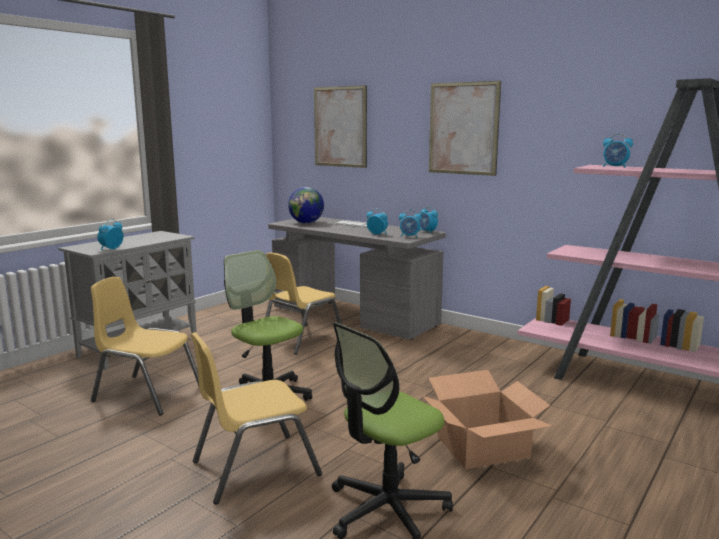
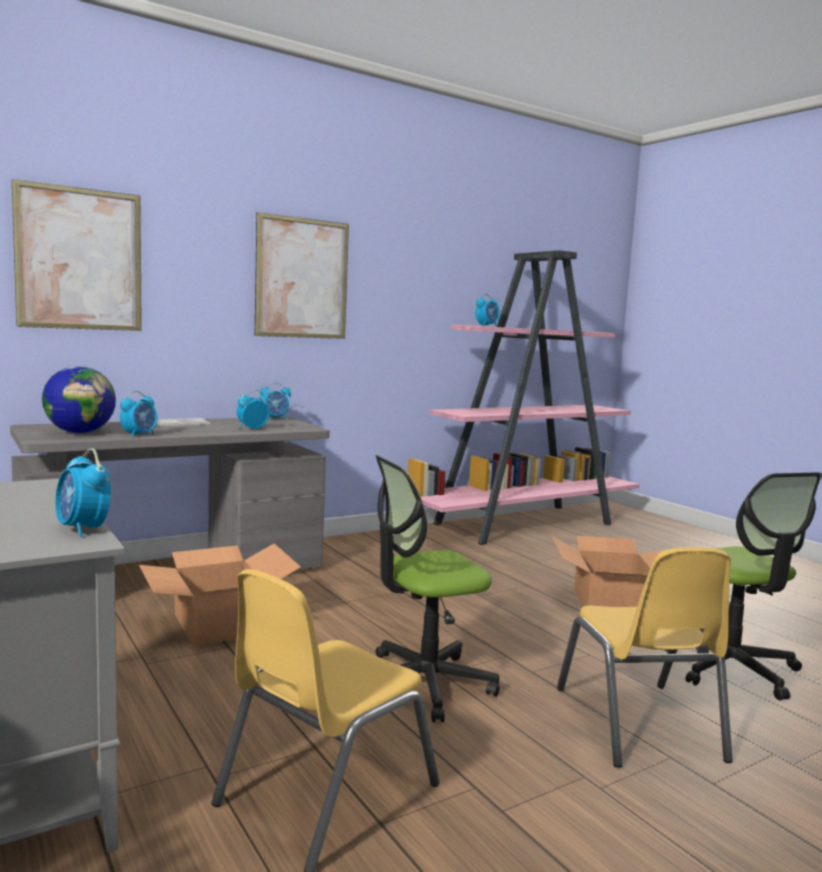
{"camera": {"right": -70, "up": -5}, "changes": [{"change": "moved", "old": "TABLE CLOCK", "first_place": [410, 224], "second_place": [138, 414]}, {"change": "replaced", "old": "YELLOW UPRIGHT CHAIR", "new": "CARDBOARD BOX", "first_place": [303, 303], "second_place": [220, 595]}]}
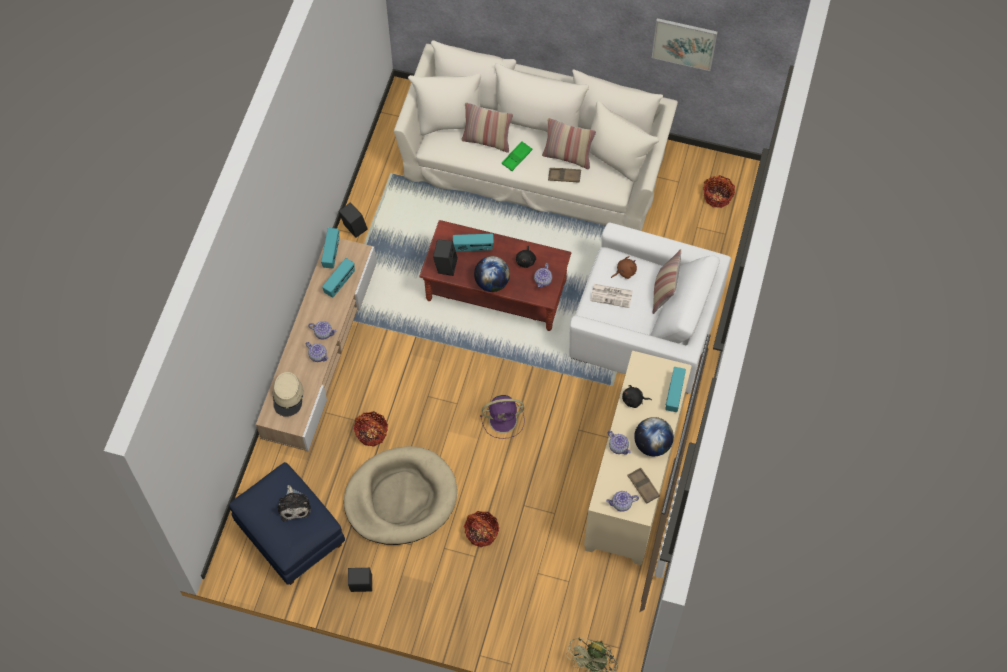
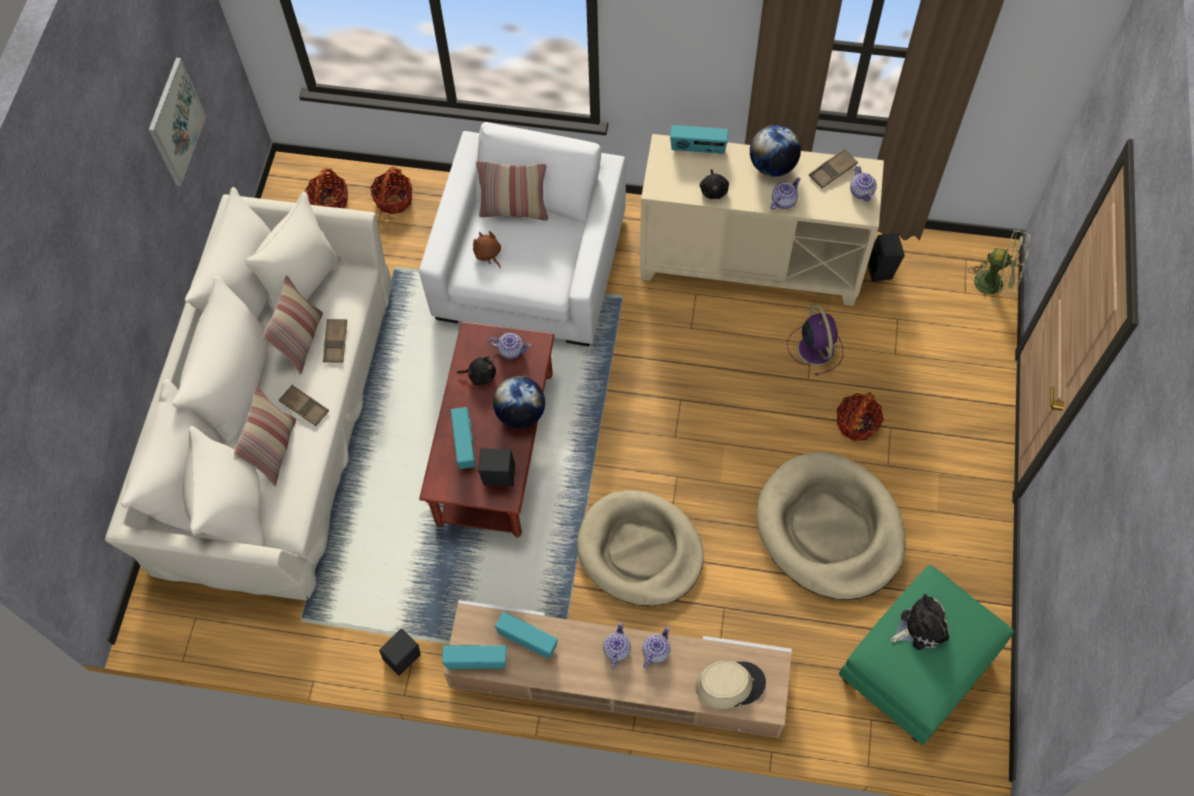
{"camera": {"right": -95, "up": 0}, "changes": [{"change": "removed", "old": "PRINTED PAPER", "first_place": [611, 296]}, {"change": "added", "new": "BEIGE-COLOURED DOG BED", "second_place": [640, 548]}, {"change": "moved", "old": "BLACK-COLOURED AUDIO SPEAKER", "first_place": [360, 580], "second_place": [886, 258]}, {"change": "moved", "old": "STORAGE BASKET", "first_place": [371, 429], "second_place": [391, 191]}, {"change": "moved", "old": "PURPLISH COOLING FAN", "first_place": [502, 417], "second_place": [815, 339]}, {"change": "recoloured", "old": "BLUE-COLOURED OTTOMAN", "new": "GREEN OTTOMAN", "first_place": [287, 523], "second_place": [926, 655]}, {"change": "recoloured", "old": "GREEN CARRYING TRAY", "new": "BROWN CARRYING TRAY", "first_place": [517, 156], "second_place": [304, 405]}]}
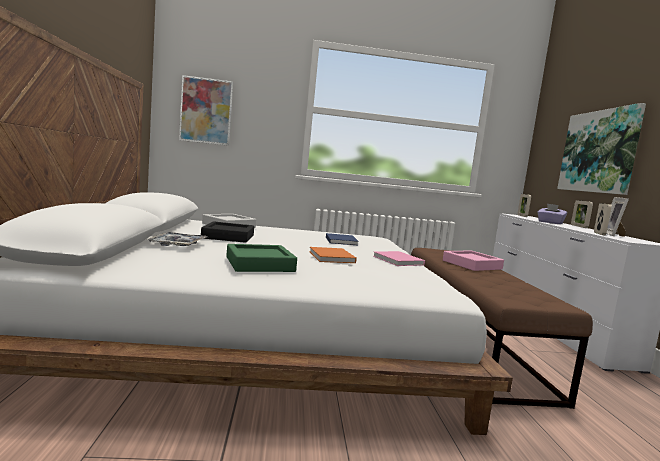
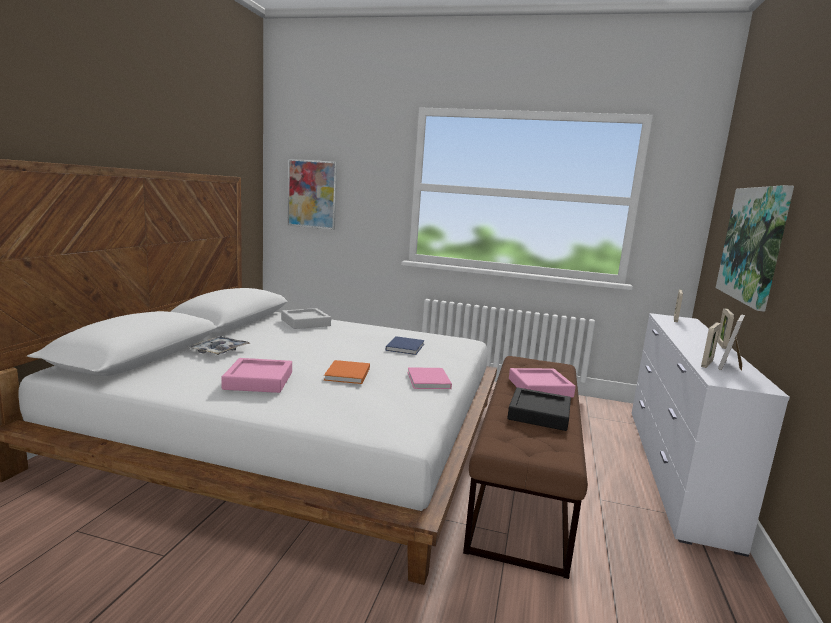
{"camera": {"right": 20, "up": 5}, "changes": [{"change": "removed", "old": "PURPLISH TISSUE HOLDER", "first_place": [552, 213]}, {"change": "moved", "old": "BLACK-COLOURED CARRYING TRAY", "first_place": [227, 232], "second_place": [539, 409]}, {"change": "recoloured", "old": "GREEN CARRYING TRAY", "new": "PINK-COLOURED CARRYING TRAY", "first_place": [261, 258], "second_place": [256, 375]}]}
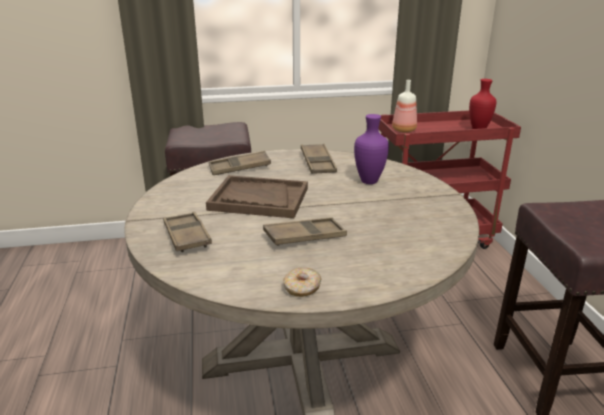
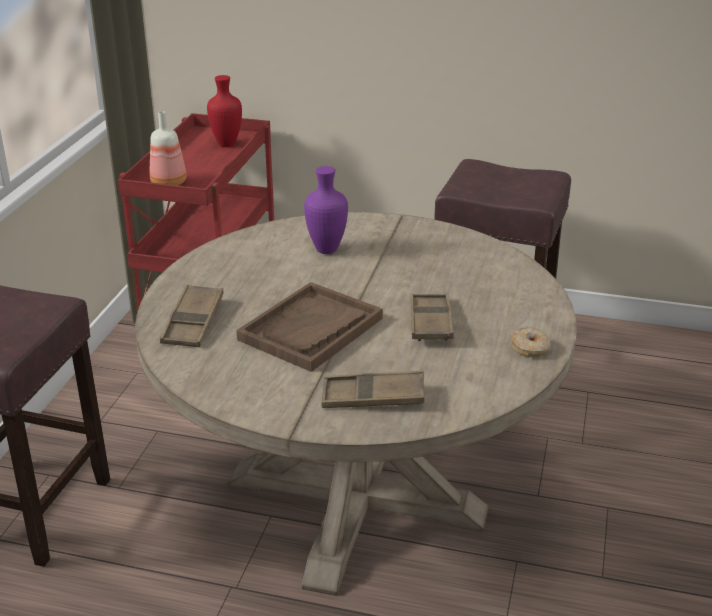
{"camera": {"right": -65, "up": 5}, "changes": [{"change": "removed", "old": "BROWN CARRYING TRAY", "first_place": [319, 159]}]}
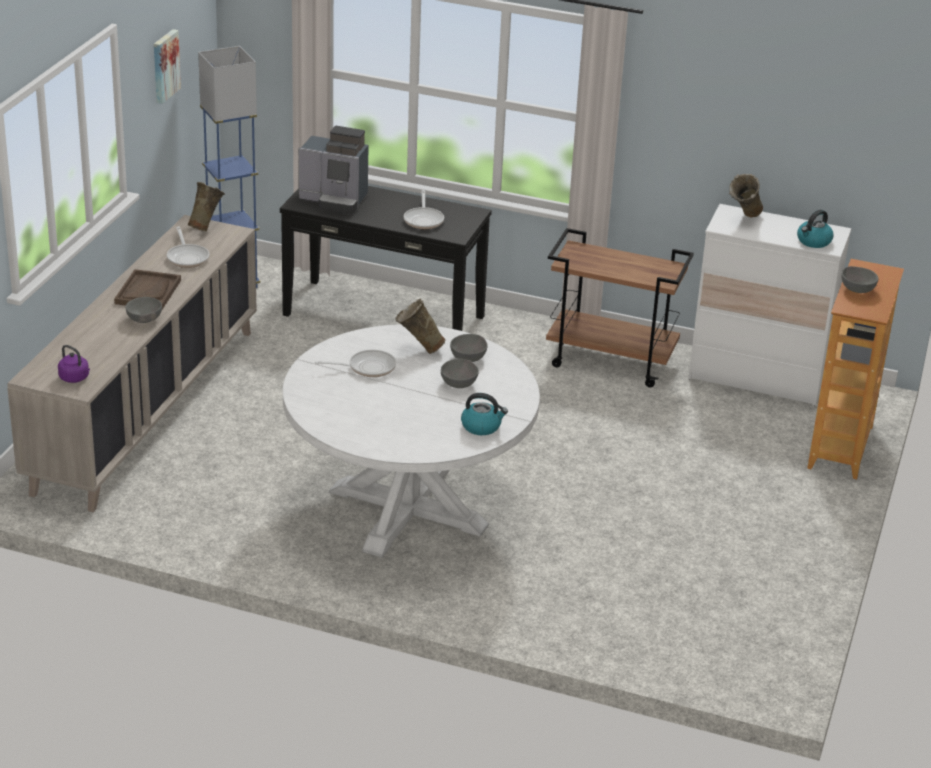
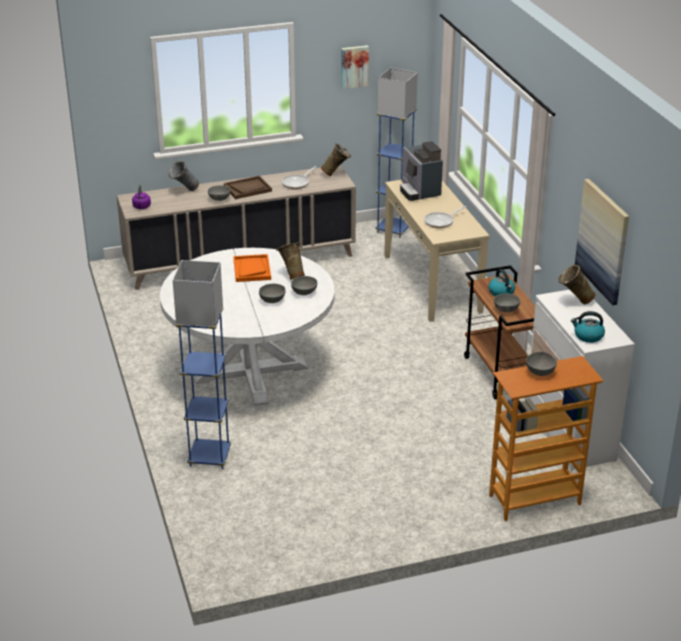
{"camera": {"right": 55, "up": 0}, "changes": [{"change": "added", "new": "GRAY VASE", "second_place": [184, 176]}, {"change": "added", "new": "BLUE-COLOURED FLOOR LAMP", "second_place": [202, 364]}, {"change": "added", "new": "GRAY BOWL", "second_place": [507, 302]}, {"change": "added", "new": "WALL PICTURE", "second_place": [602, 242]}, {"change": "moved", "old": "KETTLE", "first_place": [484, 414], "second_place": [501, 282]}, {"change": "replaced", "old": "PAN", "new": "ORANGE-COLOURED CARRYING TRAY", "first_place": [355, 363], "second_place": [252, 268]}, {"change": "recoloured", "old": "BLACK-COLOURED HALL TABLE", "new": "BEIGE-COLOURED HALL TABLE", "first_place": [386, 258], "second_place": [437, 251]}]}
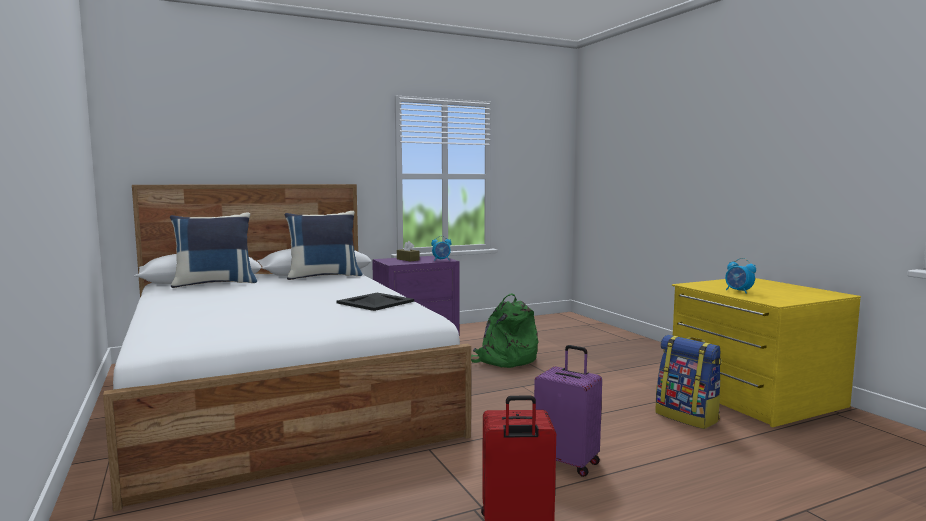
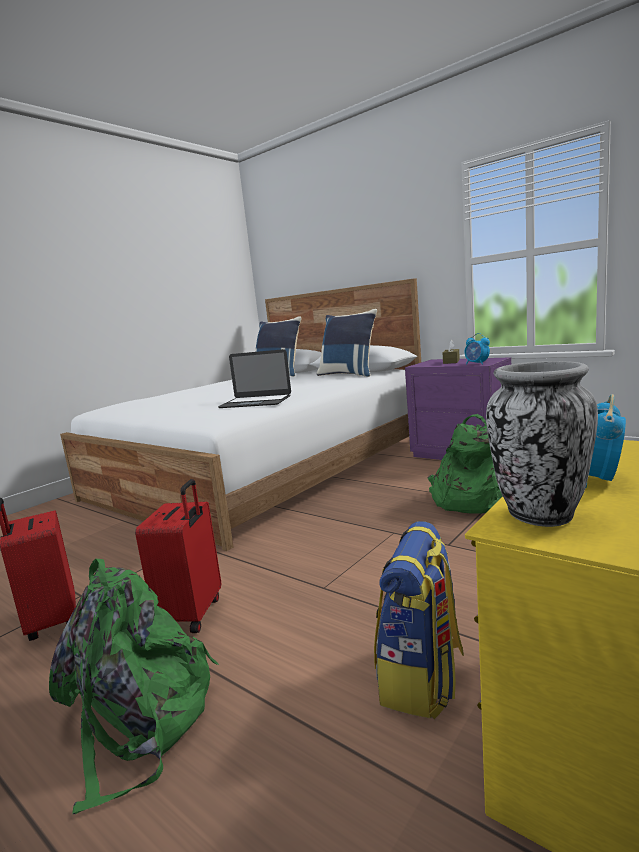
{"camera": {"right": 65, "up": 5}, "changes": [{"change": "added", "new": "GREEN KNAPSACK", "second_place": [134, 686]}, {"change": "added", "new": "VASE", "second_place": [542, 444]}, {"change": "replaced", "old": "BLACK-COLOURED CARRYING TRAY", "new": "PORTABLE COMPUTER", "first_place": [375, 302], "second_place": [254, 378]}, {"change": "recoloured", "old": "PURPLISH PIECE OF LUGGAGE", "new": "RED PIECE OF LUGGAGE", "first_place": [568, 411], "second_place": [178, 556]}]}
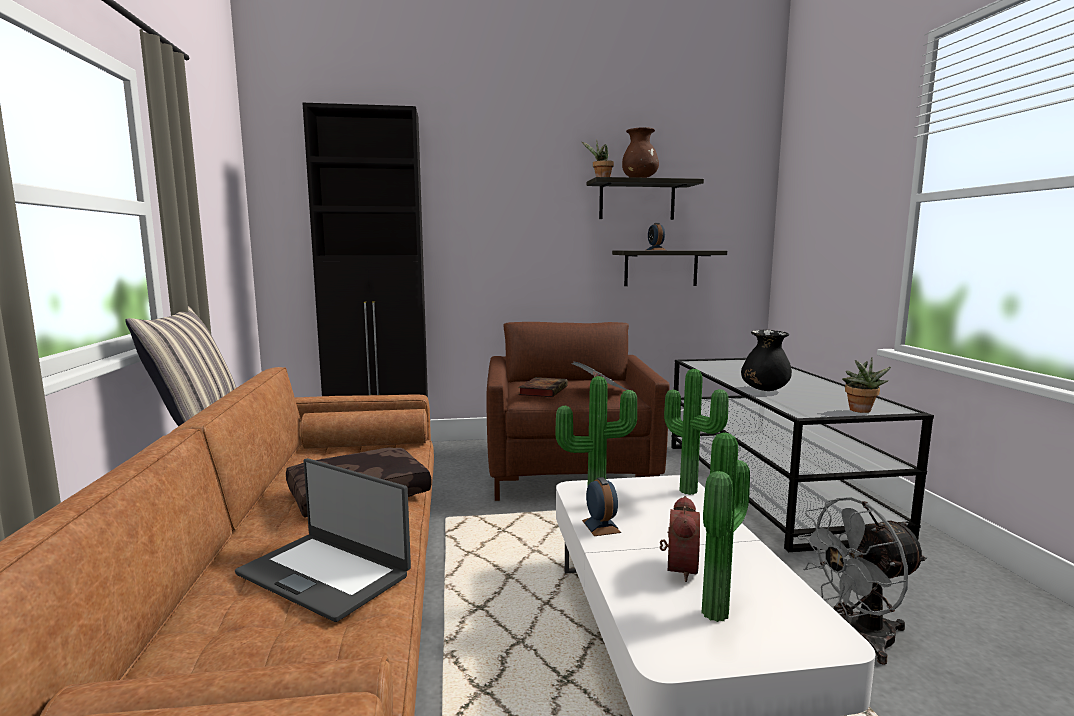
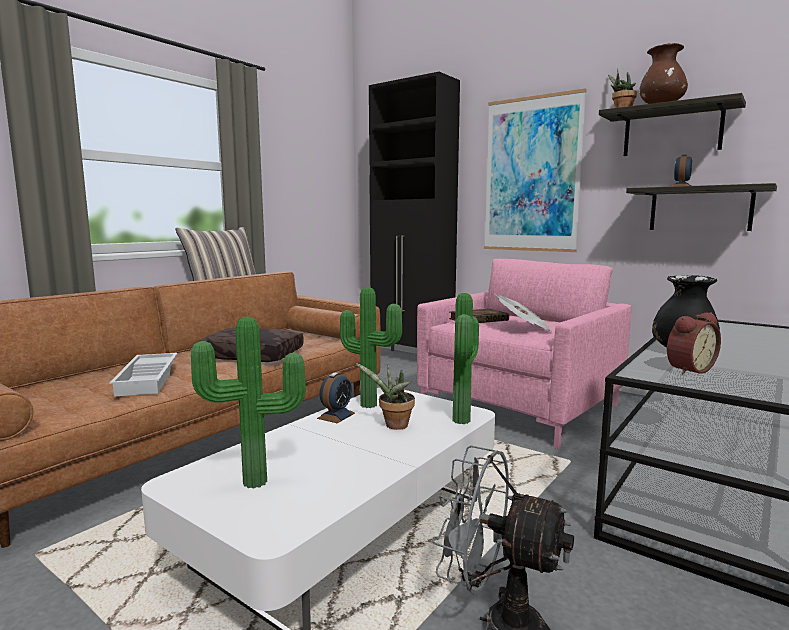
{"camera": {"right": 45, "up": 0}, "changes": [{"change": "added", "new": "WALL PICTURE", "second_place": [535, 170]}, {"change": "moved", "old": "TABLE CLOCK", "first_place": [680, 539], "second_place": [694, 343]}, {"change": "moved", "old": "PLANT IN A POT", "first_place": [866, 385], "second_place": [385, 396]}, {"change": "replaced", "old": "PORTABLE COMPUTER", "new": "WHITISH CARRYING TRAY", "first_place": [323, 540], "second_place": [143, 374]}, {"change": "recoloured", "old": "BROWN ARMCHAIR", "new": "PINK-COLOURED ARMCHAIR", "first_place": [578, 411], "second_place": [524, 354]}]}
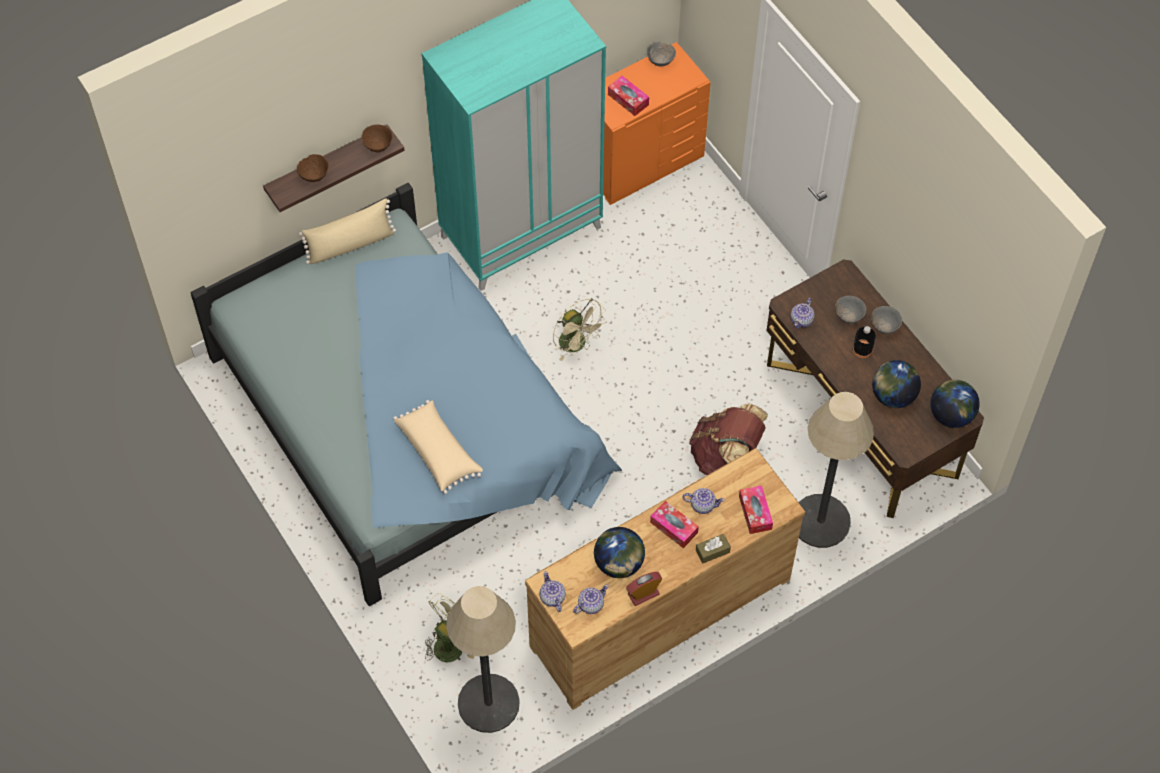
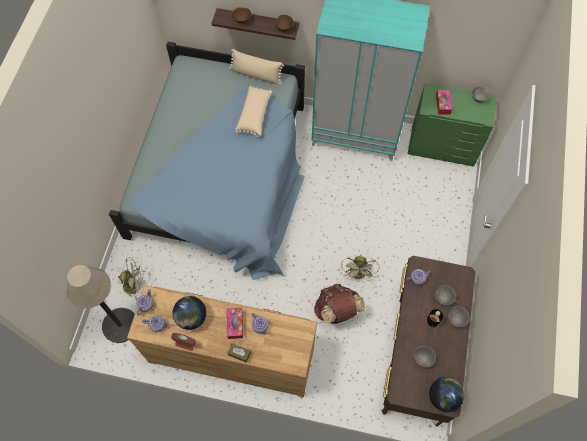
{"camera": {"right": 45, "up": 5}, "changes": [{"change": "removed", "old": "TISSUE HOLDER", "first_place": [756, 509]}, {"change": "removed", "old": "FLOOR LAMP", "first_place": [836, 470]}, {"change": "moved", "old": "BEIGE-COLOURED THROW PILLOW", "first_place": [438, 447], "second_place": [253, 111]}, {"change": "moved", "old": "BEIGE-COLOURED COOLING FAN", "first_place": [580, 329], "second_place": [360, 268]}, {"change": "replaced", "old": "WORLD GLOBE", "new": "GRAY BOWL", "first_place": [896, 384], "second_place": [425, 356]}, {"change": "recoloured", "old": "ORANGE-COLOURED CHEST OF DRAWERS", "new": "GREEN CHEST OF DRAWERS", "first_place": [657, 123], "second_place": [452, 125]}]}
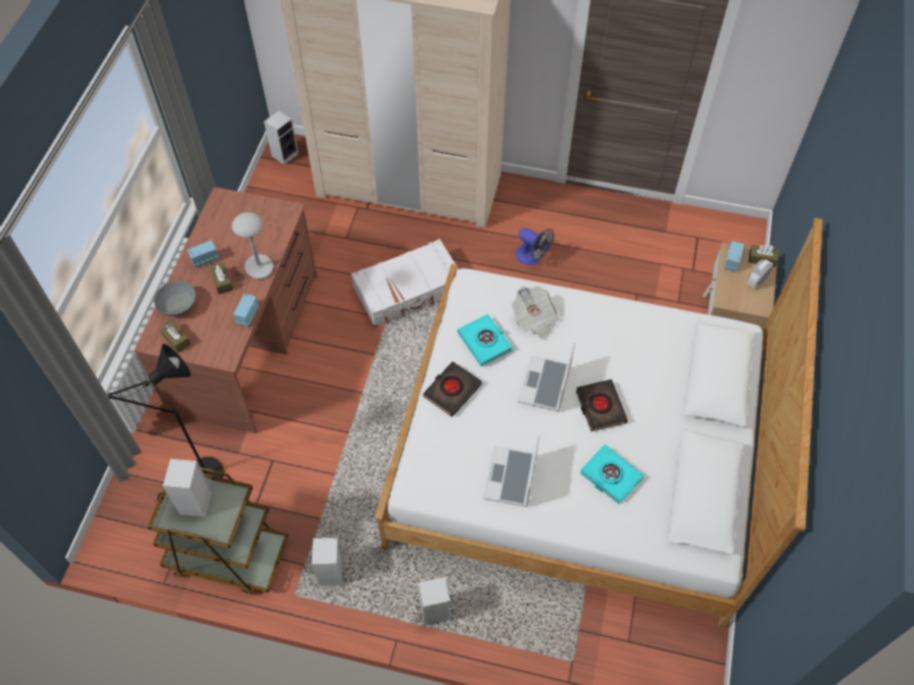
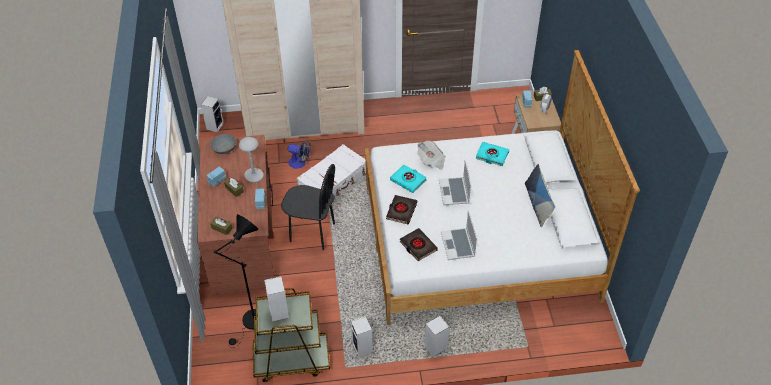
{"camera": {"right": -20, "up": -10}, "changes": [{"change": "added", "new": "BLACK-COLOURED UPRIGHT CHAIR", "second_place": [308, 207]}, {"change": "added", "new": "THROW PILLOW", "second_place": [540, 195]}, {"change": "moved", "old": "GRAY BOWL", "first_place": [175, 298], "second_place": [223, 144]}, {"change": "moved", "old": "COOLING FAN", "first_place": [535, 246], "second_place": [299, 154]}, {"change": "moved", "old": "BLACK-COLOURED VOLUME", "first_place": [602, 405], "second_place": [419, 244]}, {"change": "moved", "old": "BLUE-GREEN VOLUME", "first_place": [612, 474], "second_place": [492, 154]}]}
